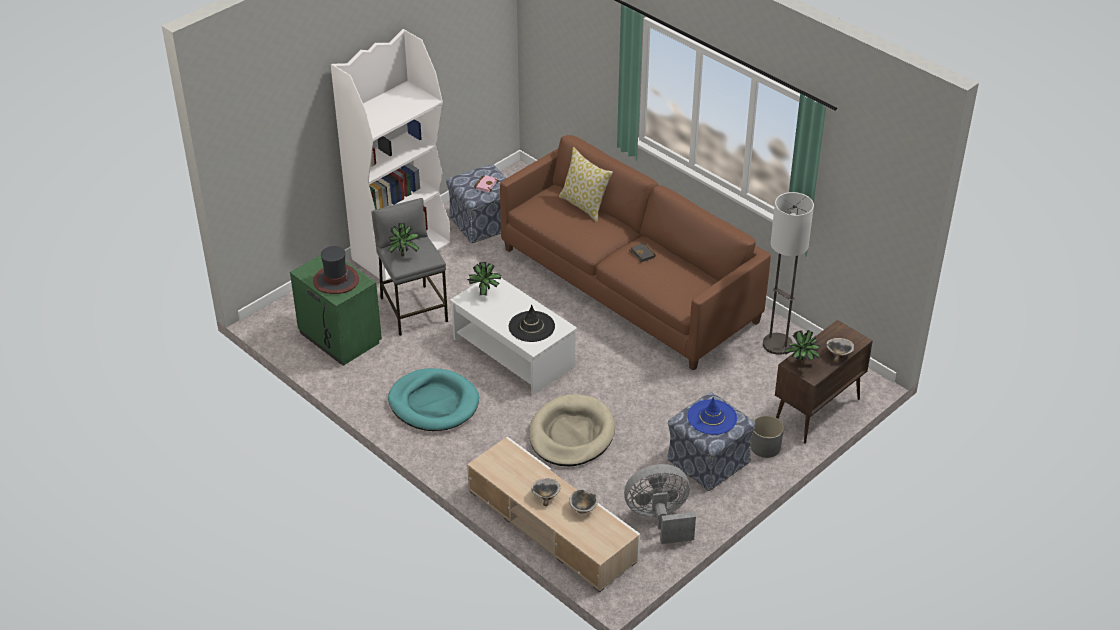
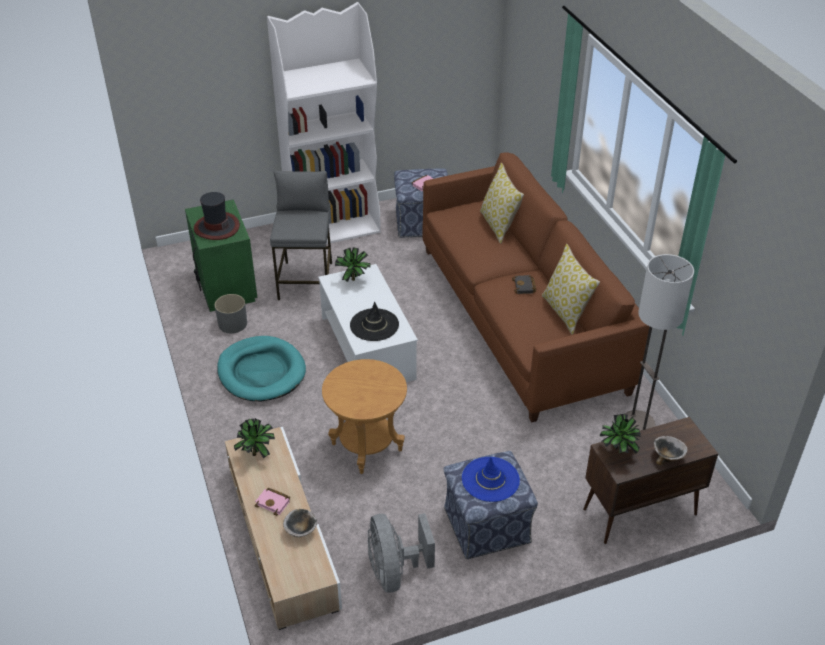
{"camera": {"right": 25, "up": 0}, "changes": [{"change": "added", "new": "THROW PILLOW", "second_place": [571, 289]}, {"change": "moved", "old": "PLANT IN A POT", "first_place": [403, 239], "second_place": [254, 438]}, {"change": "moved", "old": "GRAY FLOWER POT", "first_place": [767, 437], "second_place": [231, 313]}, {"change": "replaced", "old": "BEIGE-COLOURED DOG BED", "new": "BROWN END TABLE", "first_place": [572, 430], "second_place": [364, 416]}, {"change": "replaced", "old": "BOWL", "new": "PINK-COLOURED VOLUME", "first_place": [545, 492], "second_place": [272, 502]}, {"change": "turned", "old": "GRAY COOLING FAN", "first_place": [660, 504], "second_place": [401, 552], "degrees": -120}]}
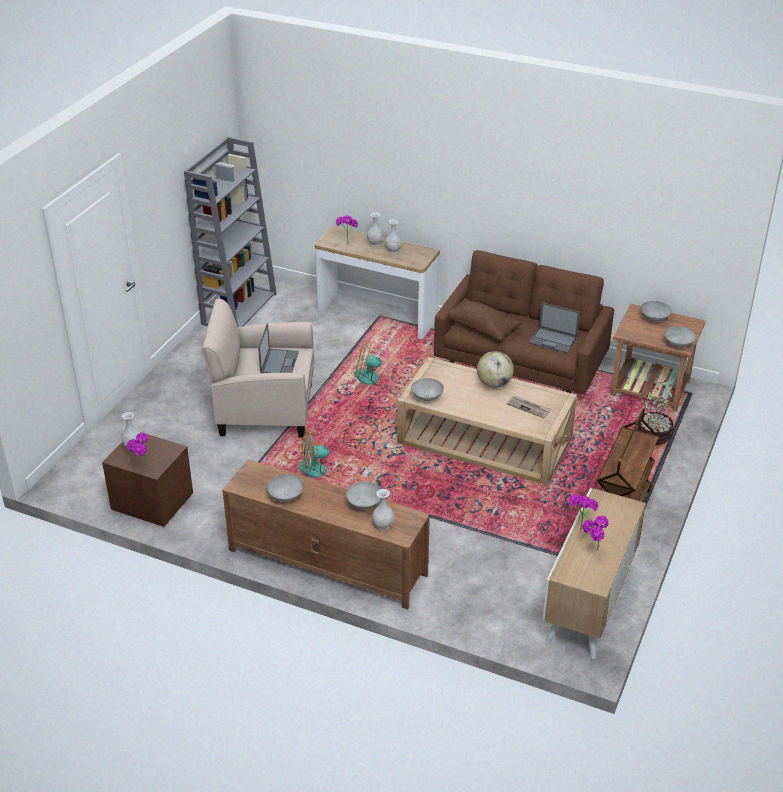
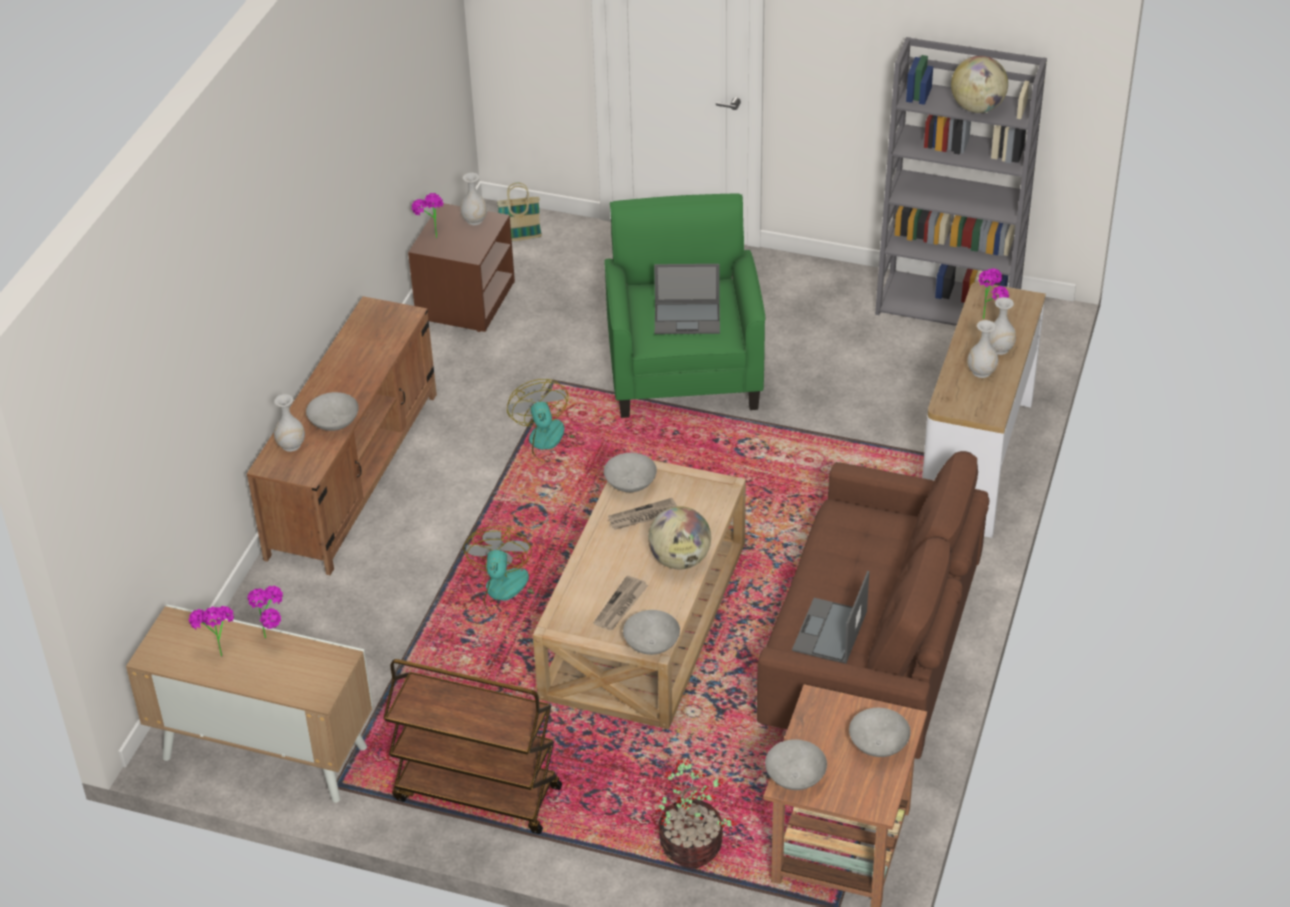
{"camera": {"right": 85, "up": 5}, "changes": [{"change": "removed", "old": "BROWN THROW PILLOW", "first_place": [486, 319]}, {"change": "added", "new": "STORAGE BASKET", "second_place": [519, 212]}, {"change": "added", "new": "PRINTED PAPER", "second_place": [642, 514]}, {"change": "added", "new": "WORLD GLOBE", "second_place": [979, 84]}, {"change": "moved", "old": "GRAY BOWL", "first_place": [285, 488], "second_place": [651, 632]}, {"change": "moved", "old": "COOLING FAN", "first_place": [371, 363], "second_place": [499, 572]}, {"change": "recoloured", "old": "BEIGE-COLOURED ARMCHAIR", "new": "GREEN ARMCHAIR", "first_place": [257, 368], "second_place": [685, 305]}]}
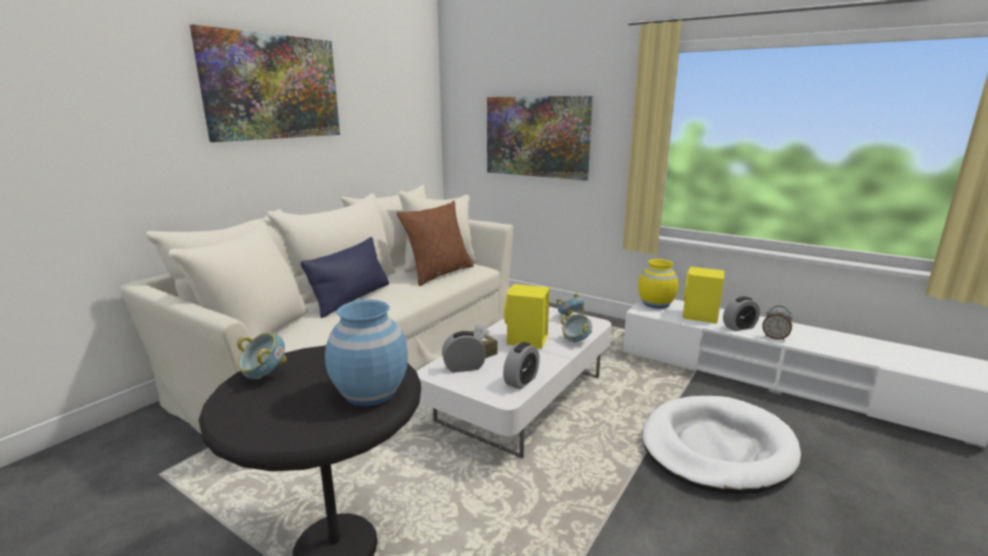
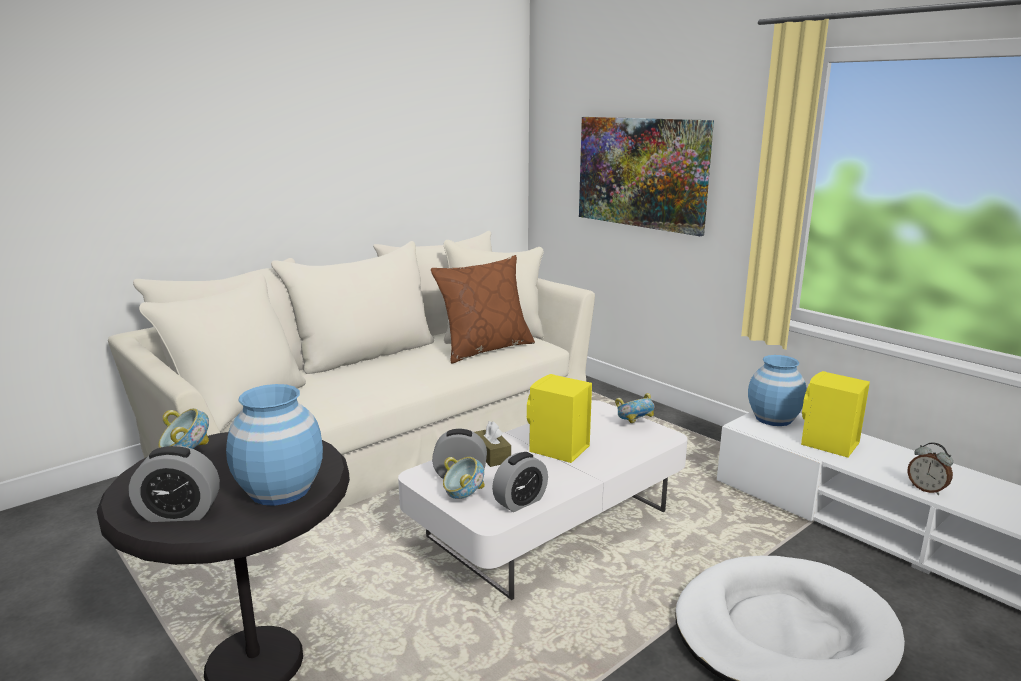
{"camera": {"right": 15, "up": 0}, "changes": [{"change": "removed", "old": "WALL PICTURE", "first_place": [265, 83]}, {"change": "removed", "old": "BLUE-COLOURED THROW PILLOW", "first_place": [344, 277]}, {"change": "moved", "old": "BOWL", "first_place": [576, 328], "second_place": [464, 478]}, {"change": "moved", "old": "TABLE CLOCK", "first_place": [741, 313], "second_place": [174, 484]}, {"change": "recoloured", "old": "YELLOW VASE", "new": "BLUE-COLOURED VASE", "first_place": [658, 284], "second_place": [777, 390]}]}
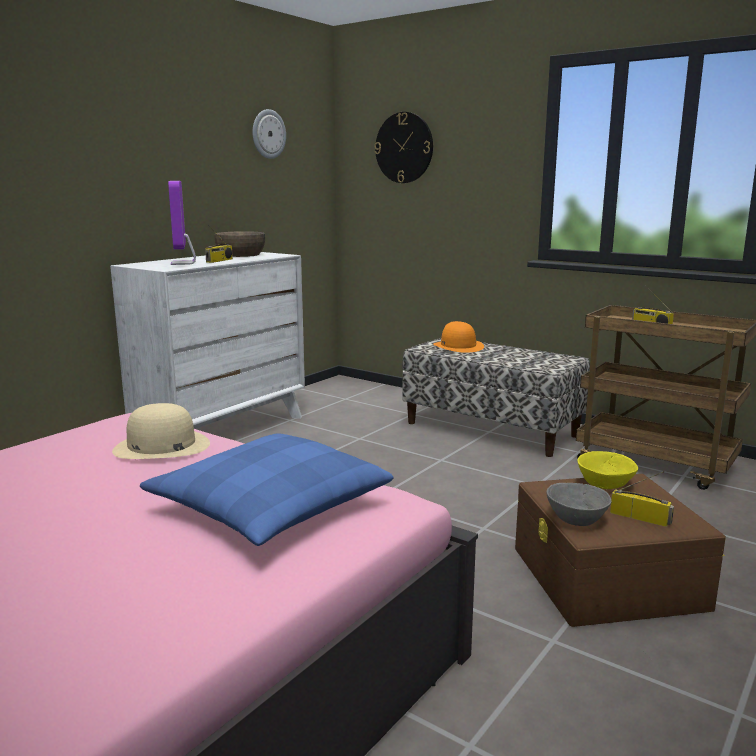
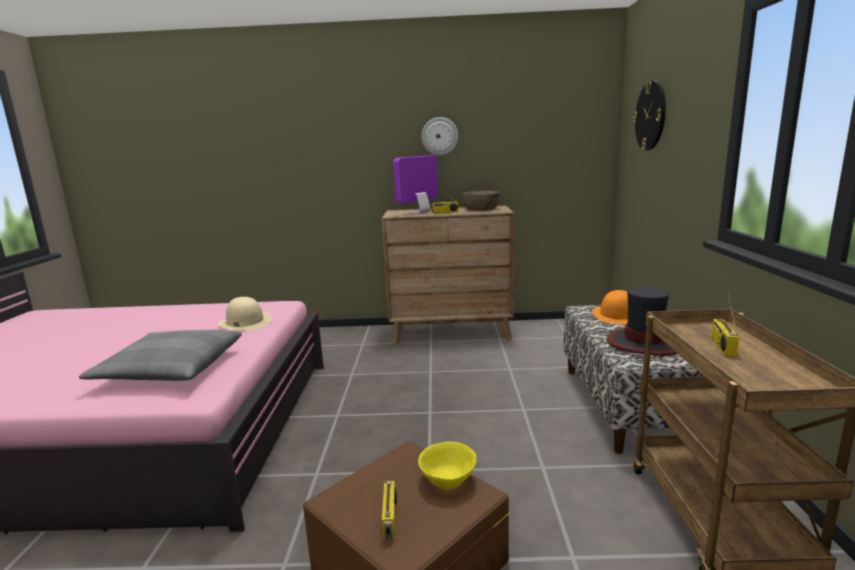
{"camera": {"right": 55, "up": 0}, "changes": [{"change": "removed", "old": "GRAY BOWL", "first_place": [579, 504]}, {"change": "added", "new": "CLOTHING HAT", "second_place": [642, 321]}, {"change": "moved", "old": "CLOCK ON THE WALL", "first_place": [269, 134], "second_place": [439, 136]}, {"change": "recoloured", "old": "WHITISH CHEST OF DRAWERS", "new": "BROWN CHEST OF DRAWERS", "first_place": [207, 340], "second_place": [448, 275]}, {"change": "recoloured", "old": "BLUE-COLOURED THROW PILLOW", "new": "GRAY THROW PILLOW", "first_place": [266, 489], "second_place": [160, 355]}]}
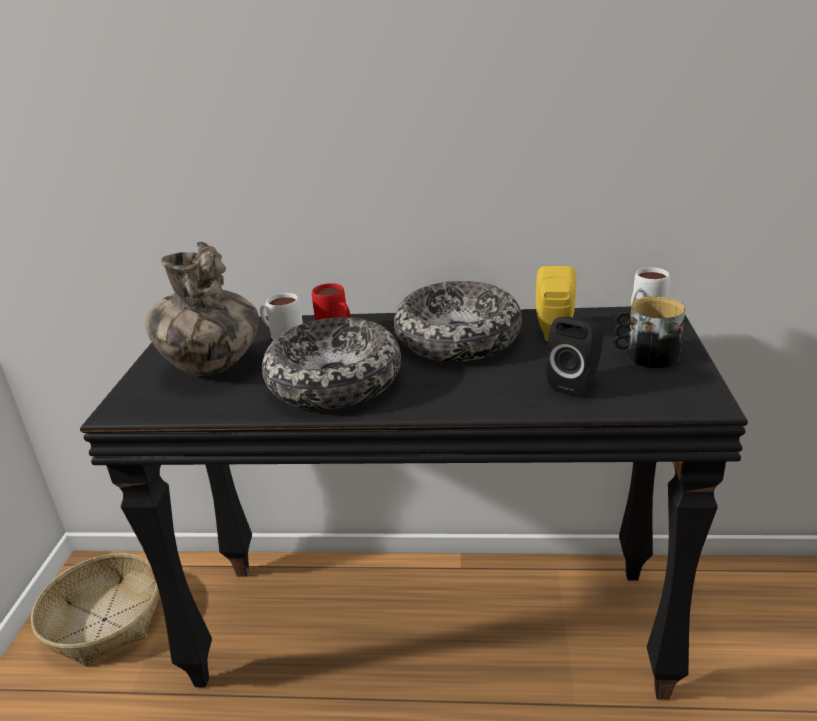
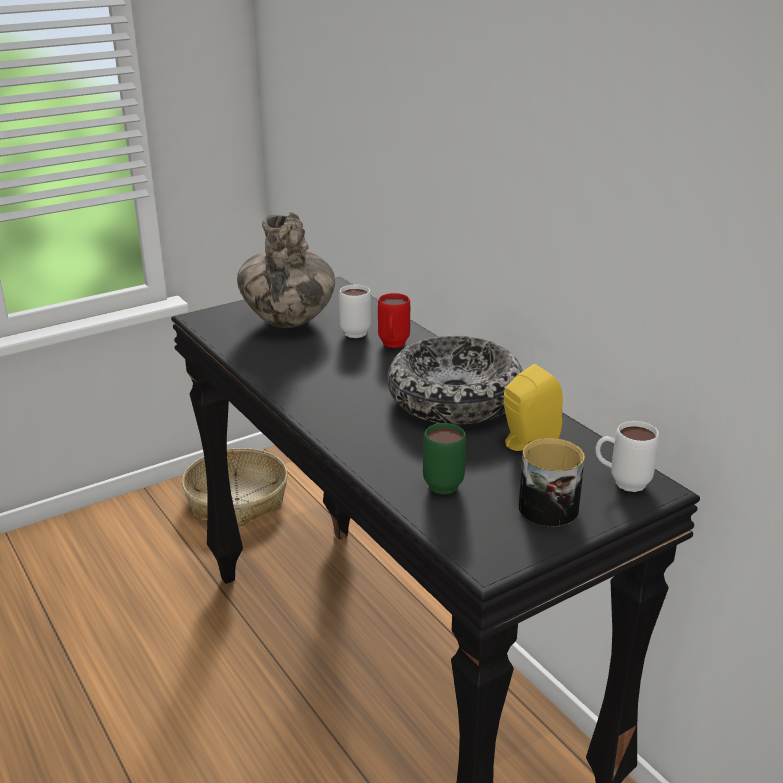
{"camera": {"right": 50, "up": 0}, "changes": [{"change": "removed", "old": "BOWL", "first_place": [331, 363]}, {"change": "replaced", "old": "BLACK-COLOURED AUDIO SPEAKER", "new": "GREEN MUG", "first_place": [574, 357], "second_place": [444, 459]}]}
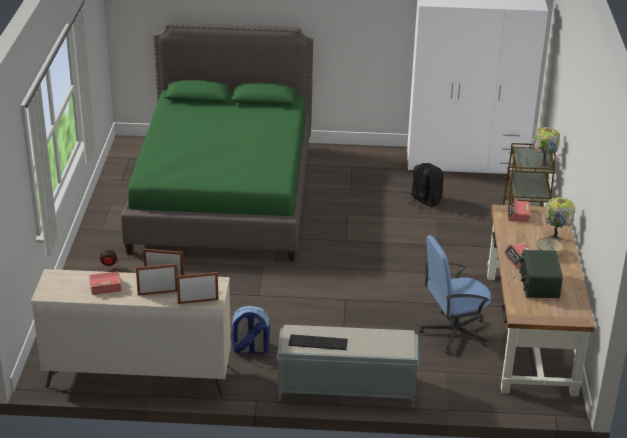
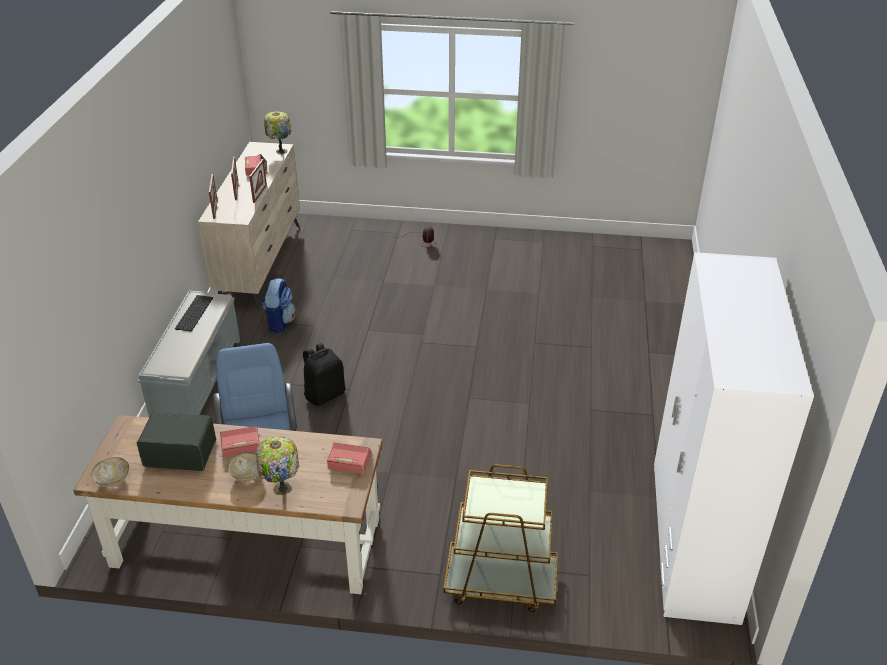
{"camera": {"right": 95, "up": 5}, "changes": [{"change": "removed", "old": "GREEN BEDROOM BED", "first_place": [217, 142]}, {"change": "added", "new": "BOWL", "second_place": [110, 472]}, {"change": "moved", "old": "BLACK-COLOURED KNAPSACK", "first_place": [425, 186], "second_place": [324, 374]}, {"change": "moved", "old": "LAMP FOR A TABLE", "first_place": [546, 147], "second_place": [277, 133]}]}
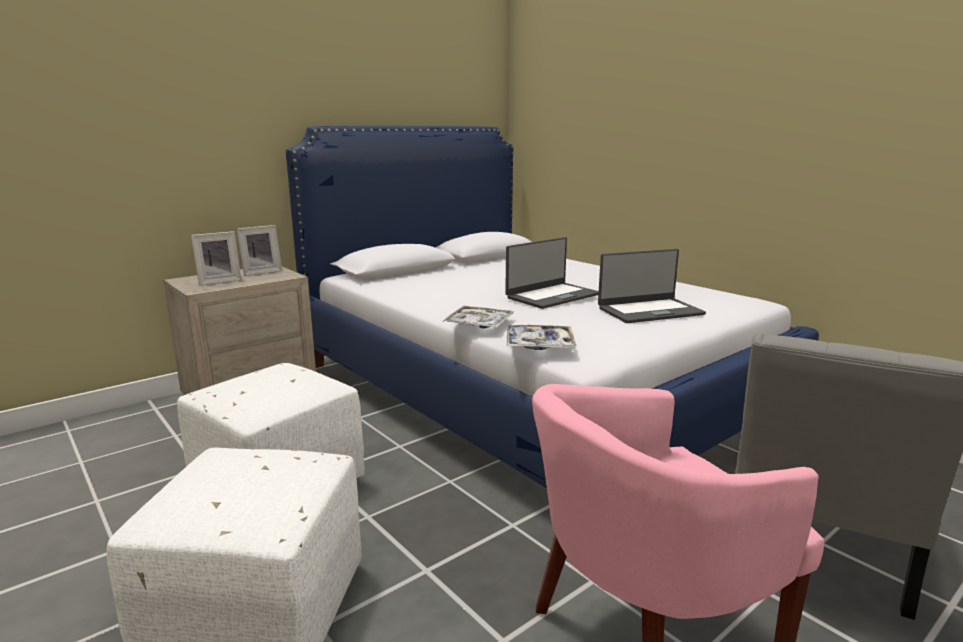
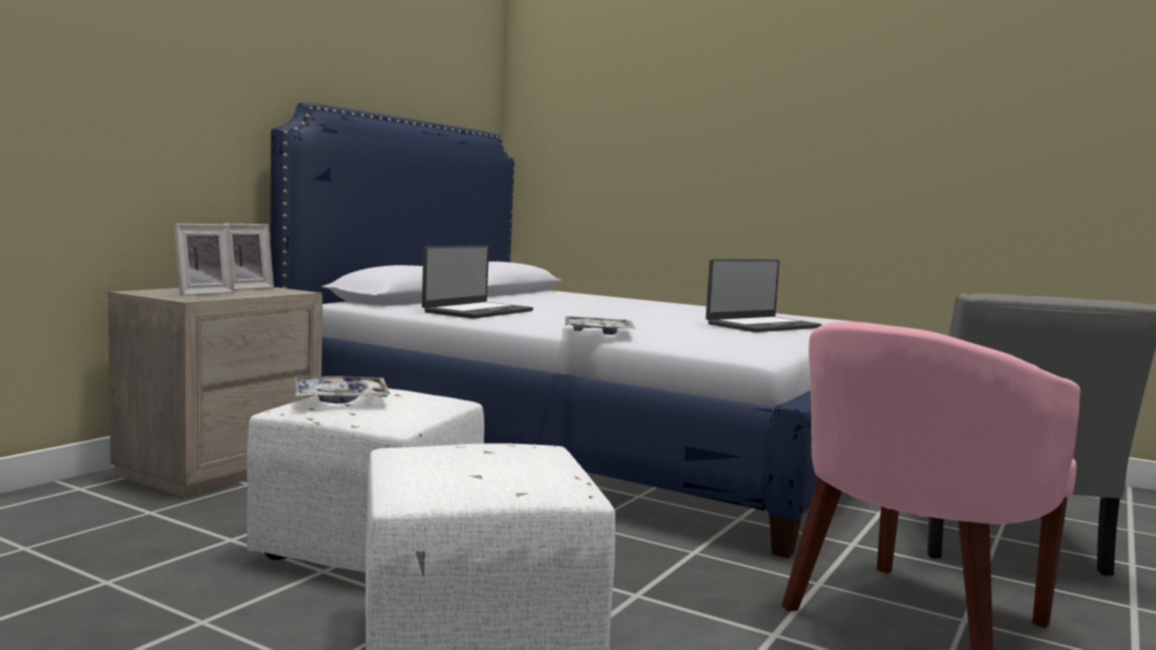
{"camera": {"right": -20, "up": -10}, "changes": [{"change": "moved", "old": "PORTABLE COMPUTER", "first_place": [552, 273], "second_place": [477, 282]}, {"change": "moved", "old": "CARRYING TRAY", "first_place": [542, 337], "second_place": [343, 389]}]}
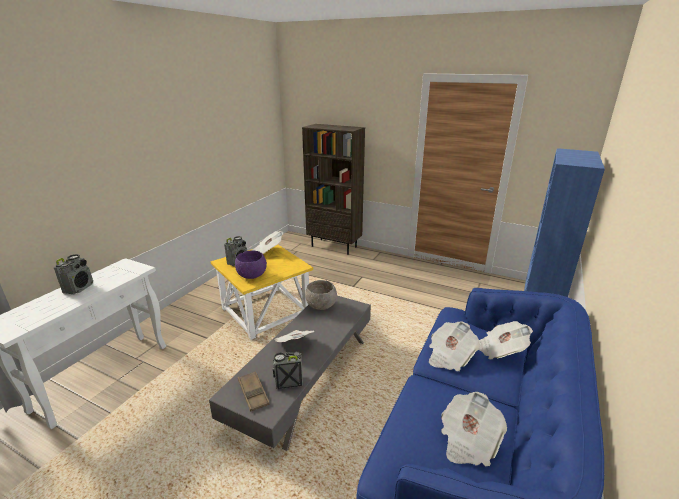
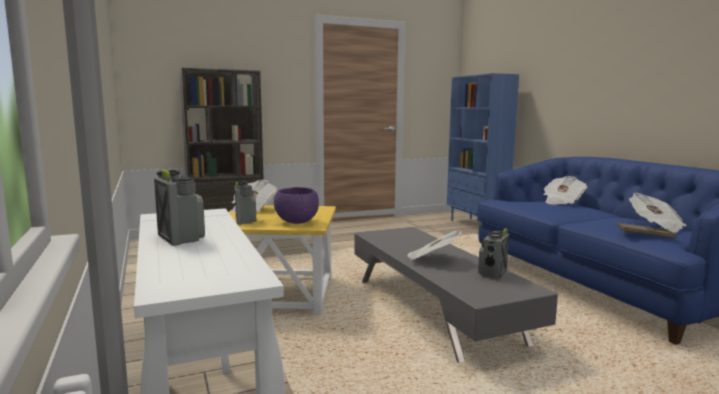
{"camera": {"right": -50, "up": -15}, "changes": [{"change": "removed", "old": "GRAY BOWL", "first_place": [321, 295]}, {"change": "removed", "old": "PRINTED PAPER", "first_place": [454, 346]}, {"change": "moved", "old": "BROWN CARRYING TRAY", "first_place": [254, 391], "second_place": [647, 230]}]}
